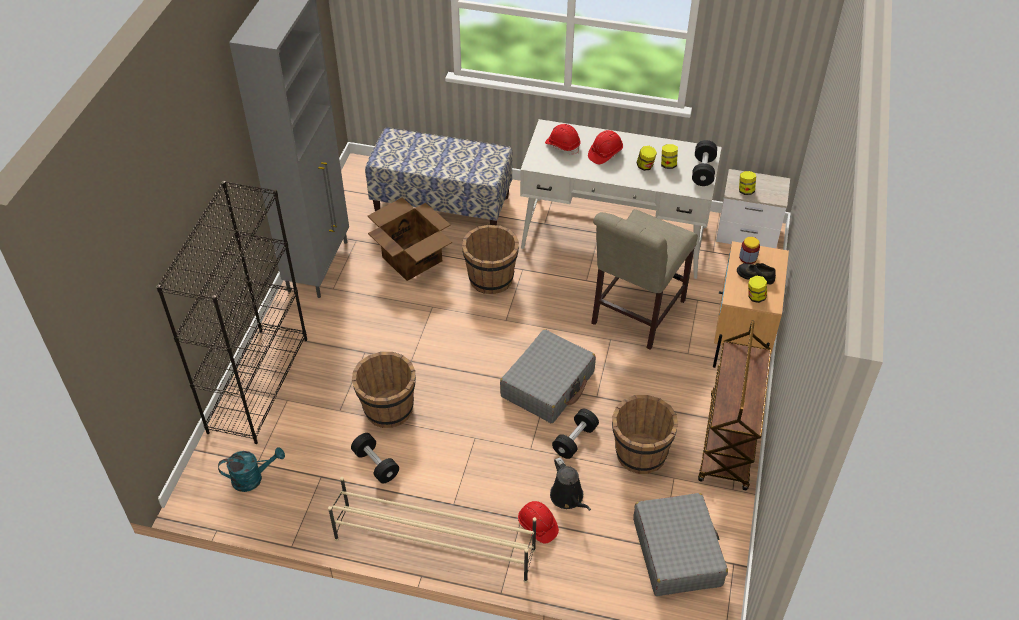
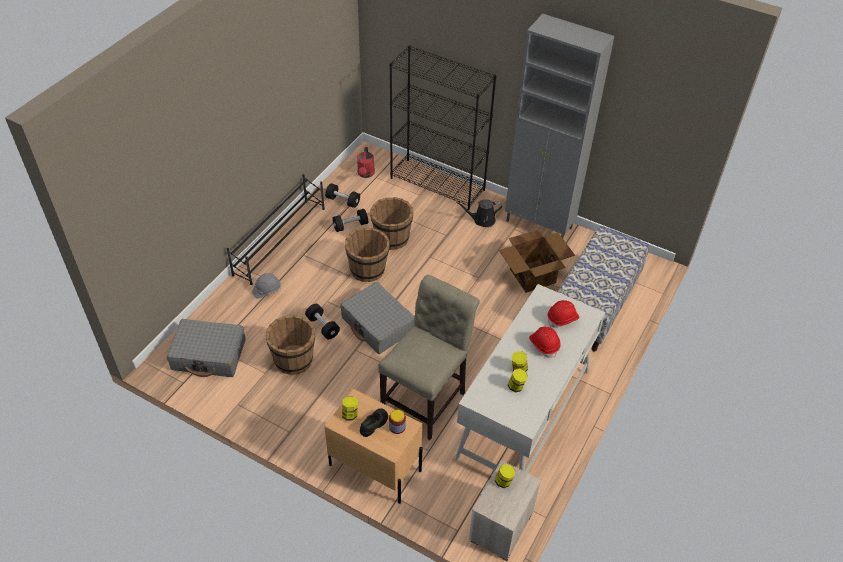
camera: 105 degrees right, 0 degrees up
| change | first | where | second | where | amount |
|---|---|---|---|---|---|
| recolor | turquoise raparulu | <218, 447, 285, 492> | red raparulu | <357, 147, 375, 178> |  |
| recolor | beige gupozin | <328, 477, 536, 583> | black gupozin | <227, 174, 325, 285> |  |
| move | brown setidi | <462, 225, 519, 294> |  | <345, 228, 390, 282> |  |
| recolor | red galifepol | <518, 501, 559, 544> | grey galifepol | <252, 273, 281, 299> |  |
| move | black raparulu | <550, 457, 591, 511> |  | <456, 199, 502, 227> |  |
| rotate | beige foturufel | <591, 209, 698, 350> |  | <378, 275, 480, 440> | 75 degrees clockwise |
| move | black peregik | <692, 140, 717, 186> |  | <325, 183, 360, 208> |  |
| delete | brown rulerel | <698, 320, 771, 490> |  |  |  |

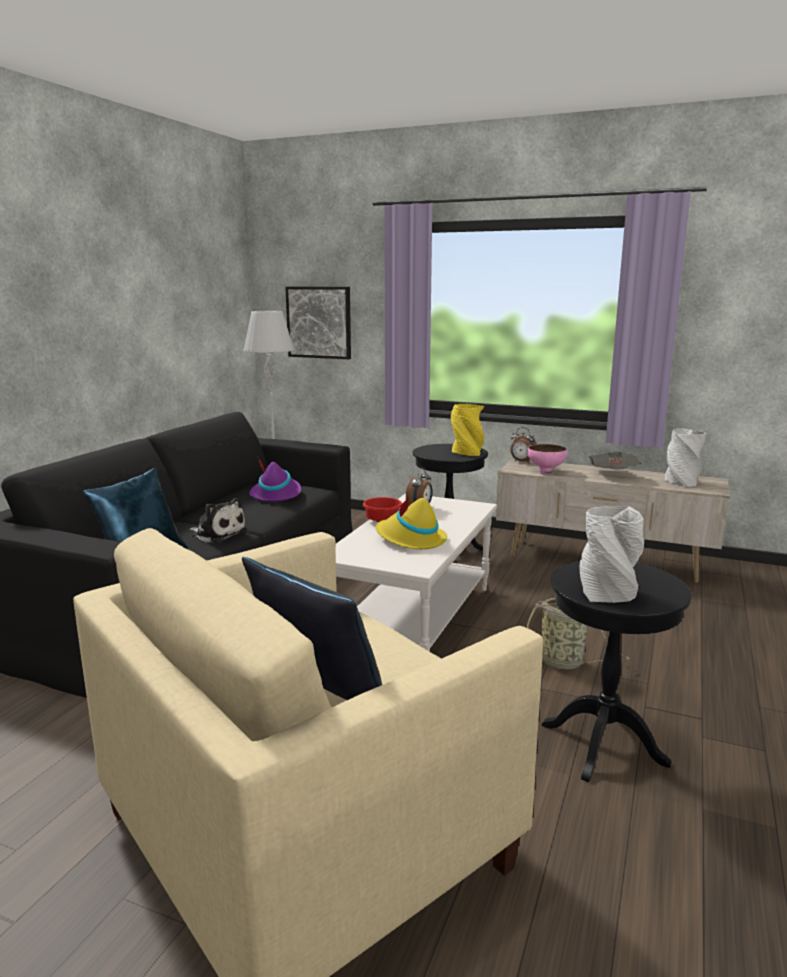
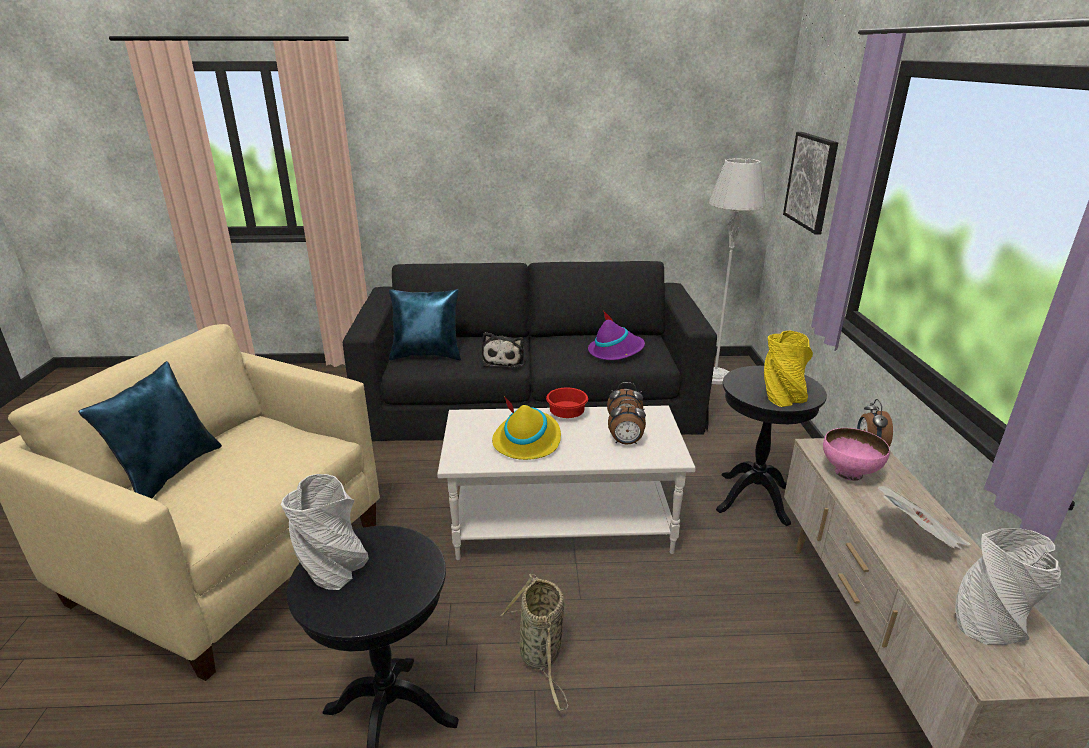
camera: 65 degrees right, 10 degrees up
| change | first | where | second | where | amount |
|---|---|---|---|---|---|
| insert |  |  | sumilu | <608, 399, 646, 444> |  |

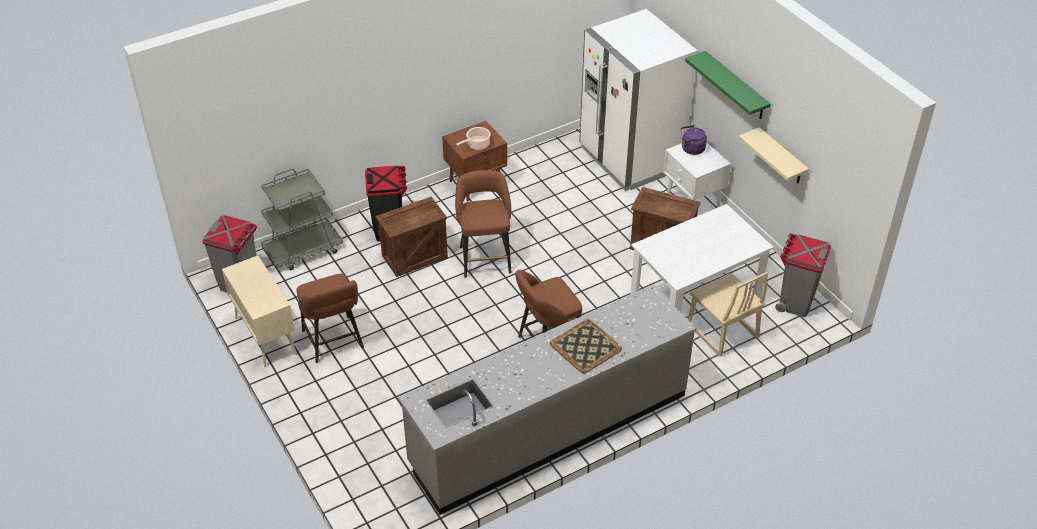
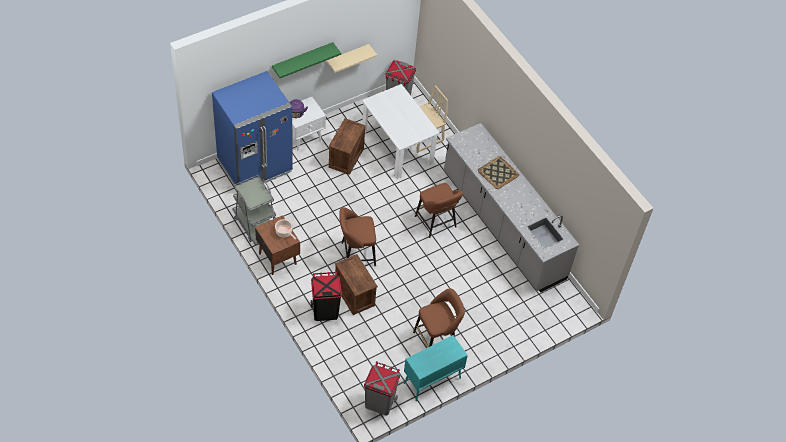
camera: 95 degrees left, 10 degrees up
| change | first | where | second | where | amount |
|---|---|---|---|---|---|
| recolor | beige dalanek | <222, 256, 297, 367> | turquoise dalanek | <404, 335, 468, 401> |  |
| move | grey rulerel | <261, 169, 343, 270> |  | <232, 175, 276, 245> |  |
| recolor | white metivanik | <580, 9, 697, 191> | blue metivanik | <212, 71, 293, 186> |  |

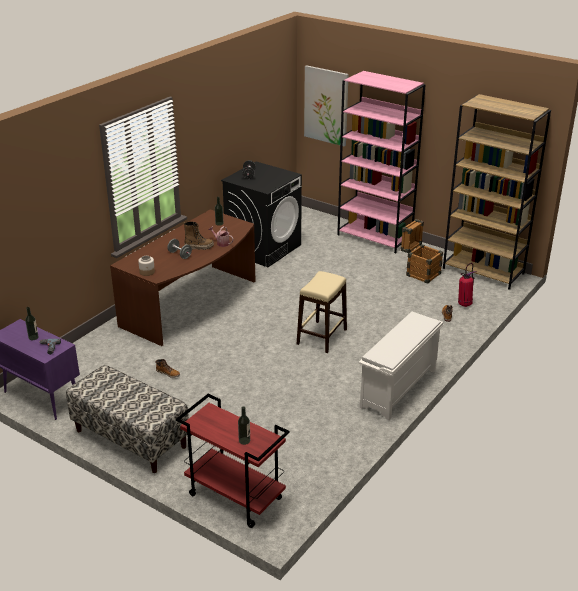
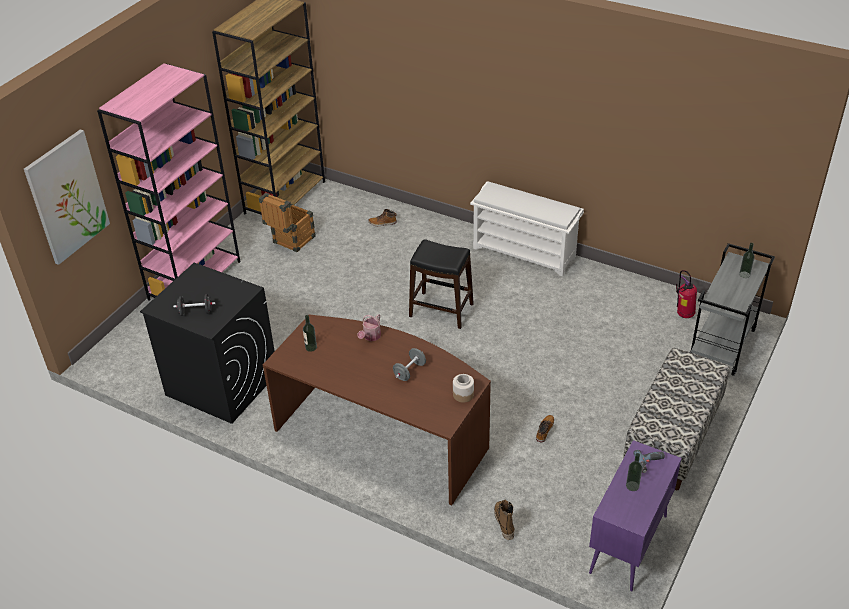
camera: 95 degrees left, 10 degrees up
| change | first | where | second | where | amount |
|---|---|---|---|---|---|
| recolor | red rulerel | <176, 394, 289, 528> | grey rulerel | <691, 243, 775, 376> |  |
| move | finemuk | <184, 221, 214, 250> |  | <494, 500, 515, 540> |  |
| recolor | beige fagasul | <297, 271, 347, 353> | black fagasul | <409, 239, 474, 329> |  |
| move | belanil | <458, 263, 476, 307> |  | <676, 270, 697, 318> |  |

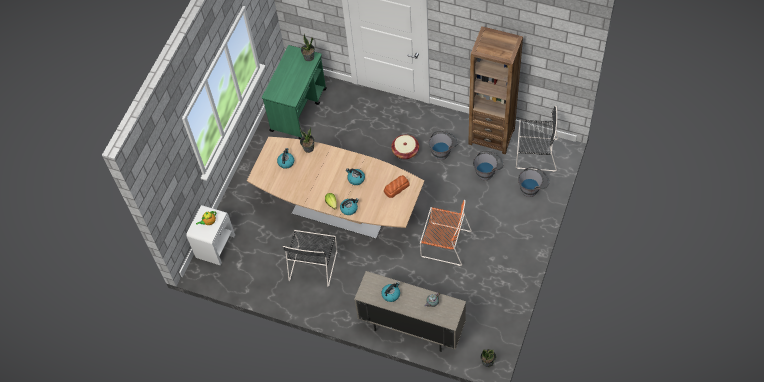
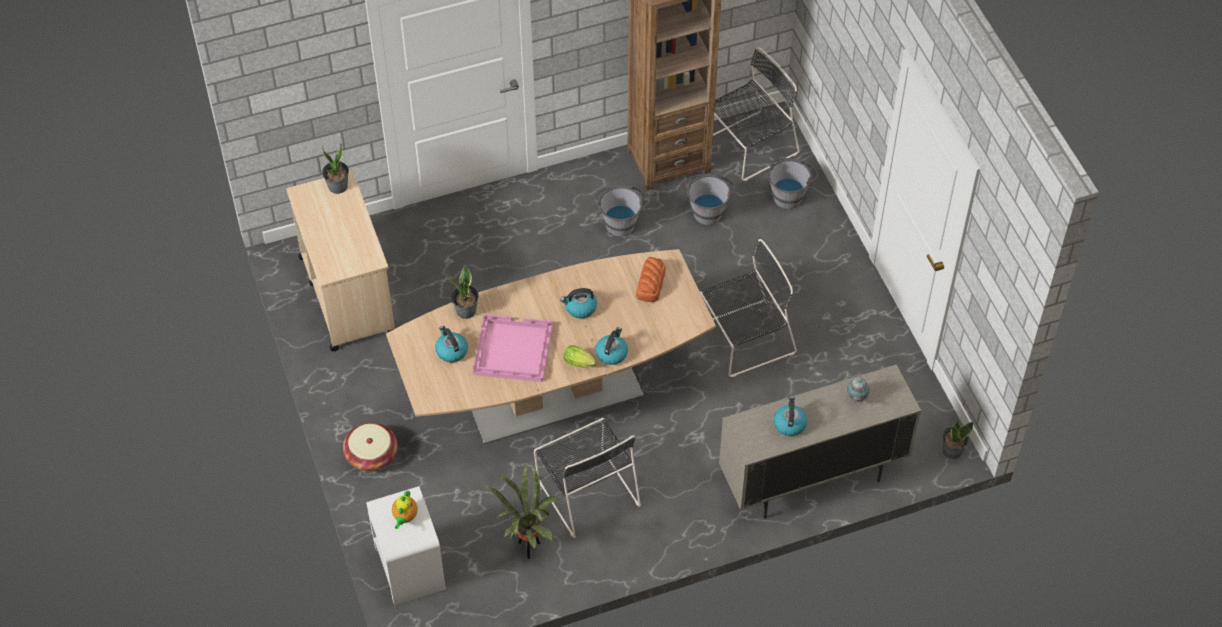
camera: 45 degrees left, 5 degrees down
| change | first | where | second | where | amount |
|---|---|---|---|---|---|
| recolor | green rulerel | <262, 45, 326, 139> | beige rulerel | <286, 171, 396, 352> |  |
| move | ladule | <391, 135, 419, 159> |  | <343, 422, 398, 471> |  |
| recolor | orange foturufel | <420, 200, 472, 266> | black foturufel | <700, 239, 797, 377> |  |
| insert |  |  | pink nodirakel | <473, 314, 553, 382> |  |
| insert |  |  | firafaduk | <481, 464, 561, 559> |  |

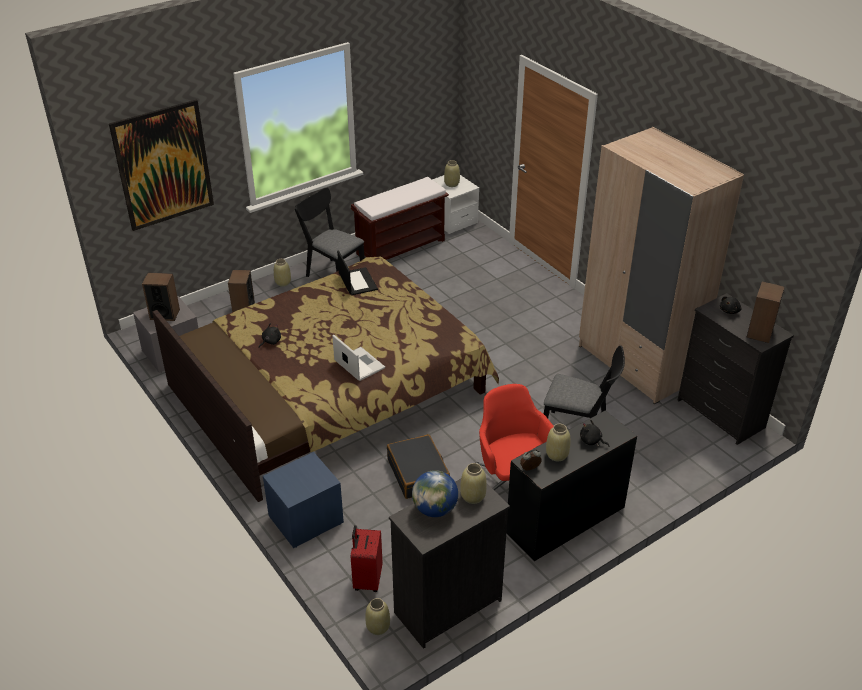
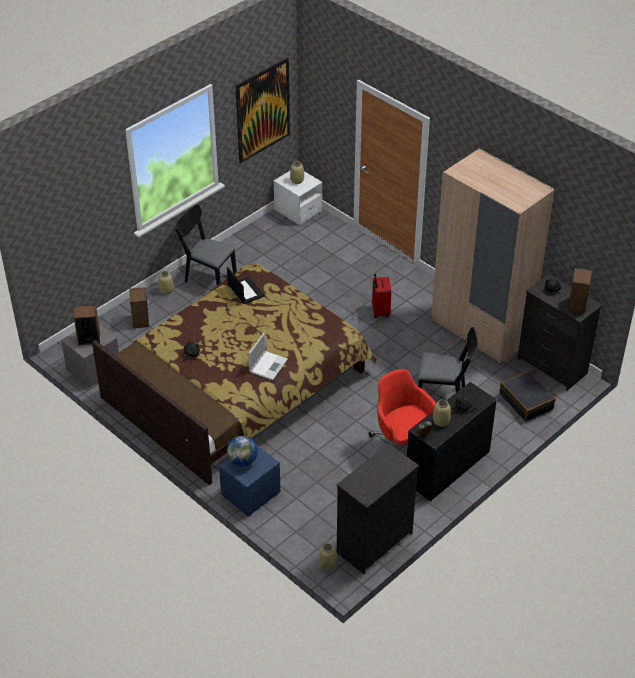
camera: 10 degrees left, 5 degrees up
| change | first | where | second | where | amount |
|---|---|---|---|---|---|
| move | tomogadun | <109, 100, 214, 231> |  | <235, 58, 290, 163> |  |
| rotate | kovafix | <332, 335, 385, 381> |  | <248, 333, 288, 380> | 75 degrees clockwise |
| delete | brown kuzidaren | <351, 177, 449, 260> |  |  |  |
| move | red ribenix | <351, 525, 382, 592> |  | <372, 274, 391, 318> |  |
| move | black ribenix | <387, 434, 450, 499> |  | <499, 371, 556, 421> |  |
| move | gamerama | <412, 470, 458, 517> |  | <227, 436, 258, 467> |  |
| delete | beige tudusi | <460, 463, 487, 504> |  |  |  |

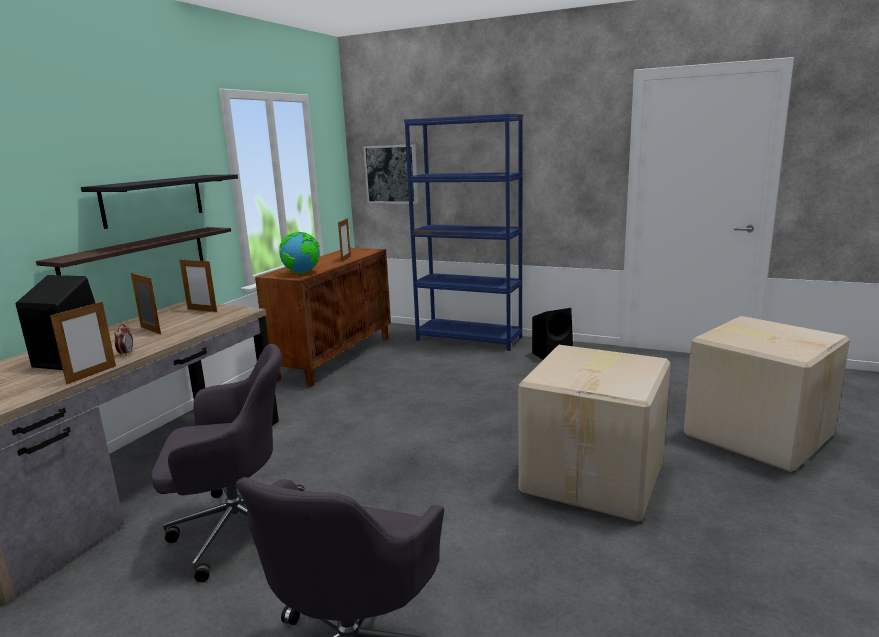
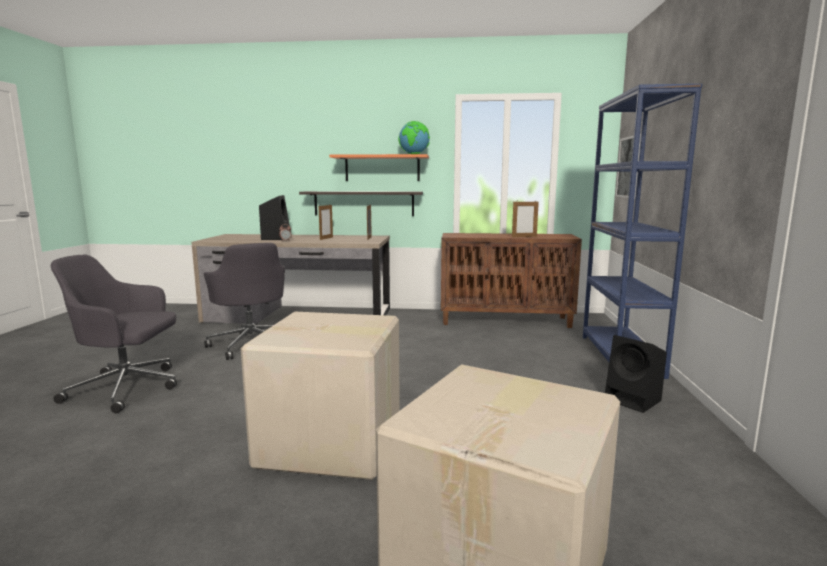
camera: 70 degrees right, 5 degrees down
| change | first | where | second | where | amount |
|---|---|---|---|---|---|
| delete | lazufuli | <50, 301, 116, 384> |  |  |  |
| recolor | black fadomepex | <81, 174, 238, 229> | orange fadomepex | <329, 154, 429, 181> |  |
| move | gamerama | <279, 232, 320, 274> |  | <398, 121, 430, 154> |  |

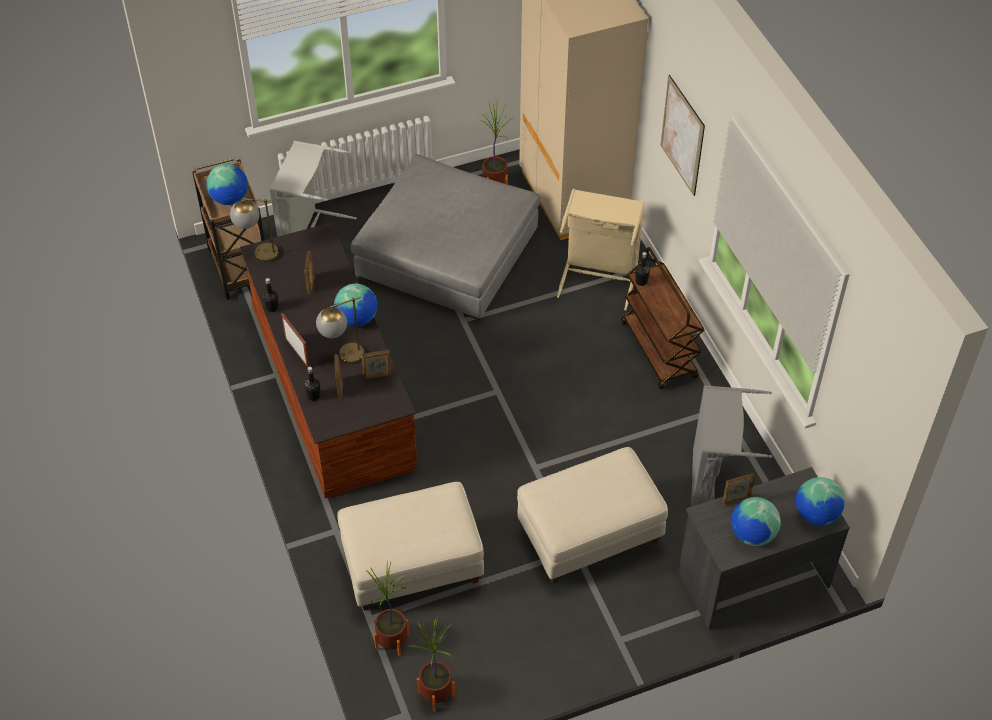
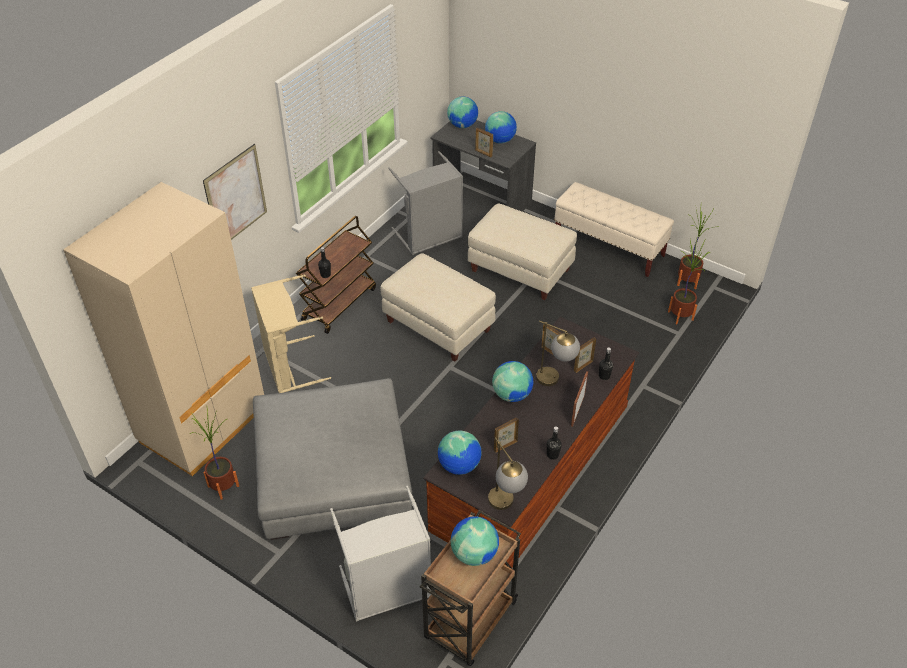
camera: 125 degrees left, 5 degrees down
| change | first | where | second | where | amount |
|---|---|---|---|---|---|
| move | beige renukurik | <337, 482, 484, 611> |  | <380, 253, 496, 361> |  |
| insert |  |  | gamerama | <438, 431, 482, 475> |  |
| insert |  |  | beige kuzidaren | <554, 182, 674, 277> |  |

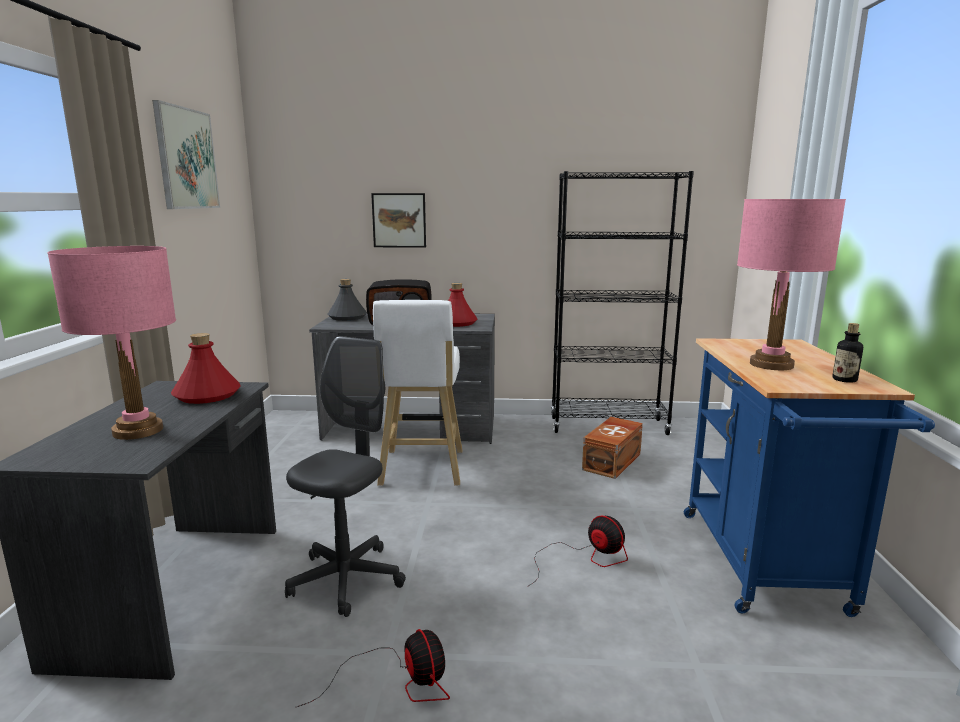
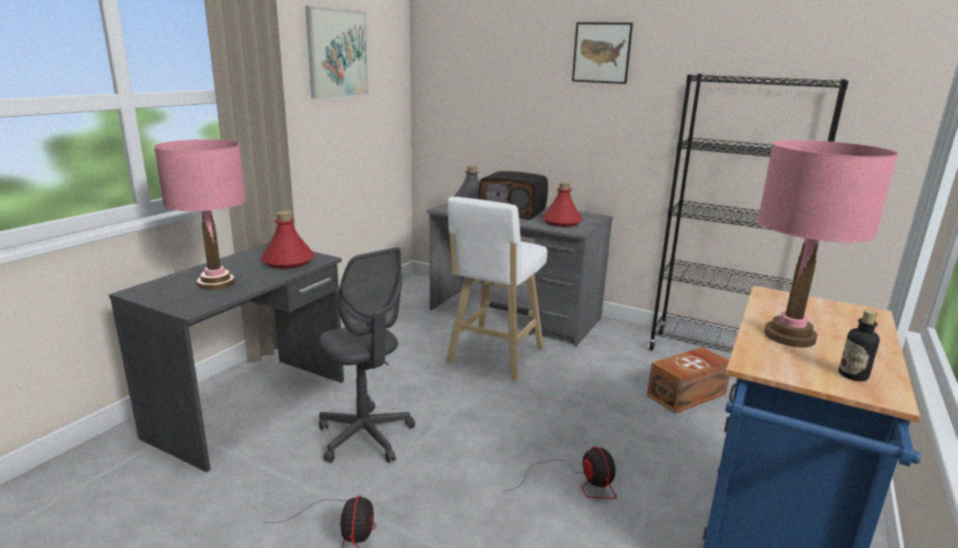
camera: 25 degrees right, 5 degrees up
| change | first | where | second | where | amount |
|---|---|---|---|---|---|
| rotate | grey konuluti | <285, 336, 406, 617> |  | <318, 247, 415, 463> | 90 degrees clockwise |
| move | tomogadun | <371, 193, 426, 248> |  | <572, 22, 633, 84> |  |

